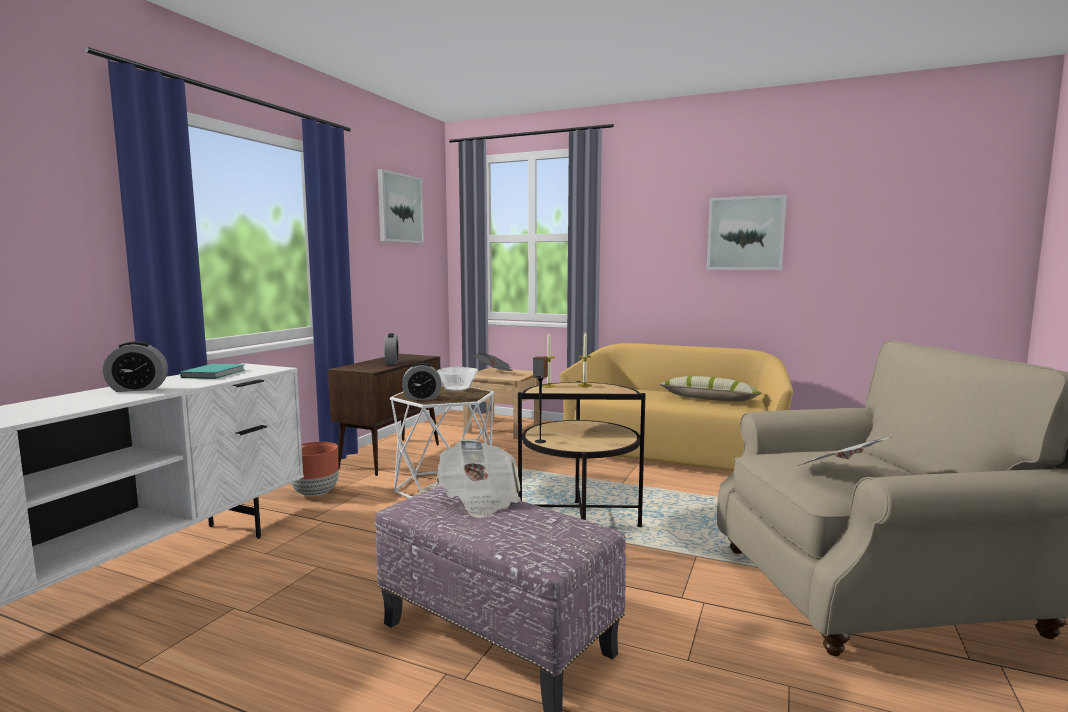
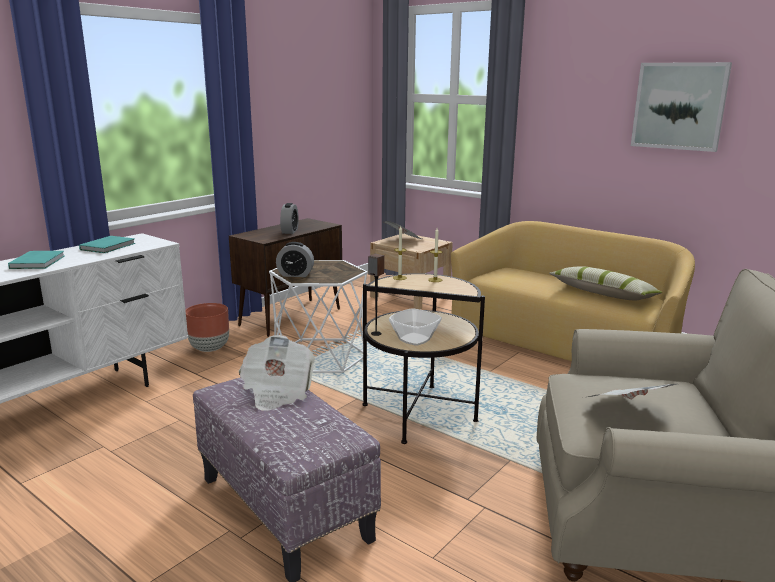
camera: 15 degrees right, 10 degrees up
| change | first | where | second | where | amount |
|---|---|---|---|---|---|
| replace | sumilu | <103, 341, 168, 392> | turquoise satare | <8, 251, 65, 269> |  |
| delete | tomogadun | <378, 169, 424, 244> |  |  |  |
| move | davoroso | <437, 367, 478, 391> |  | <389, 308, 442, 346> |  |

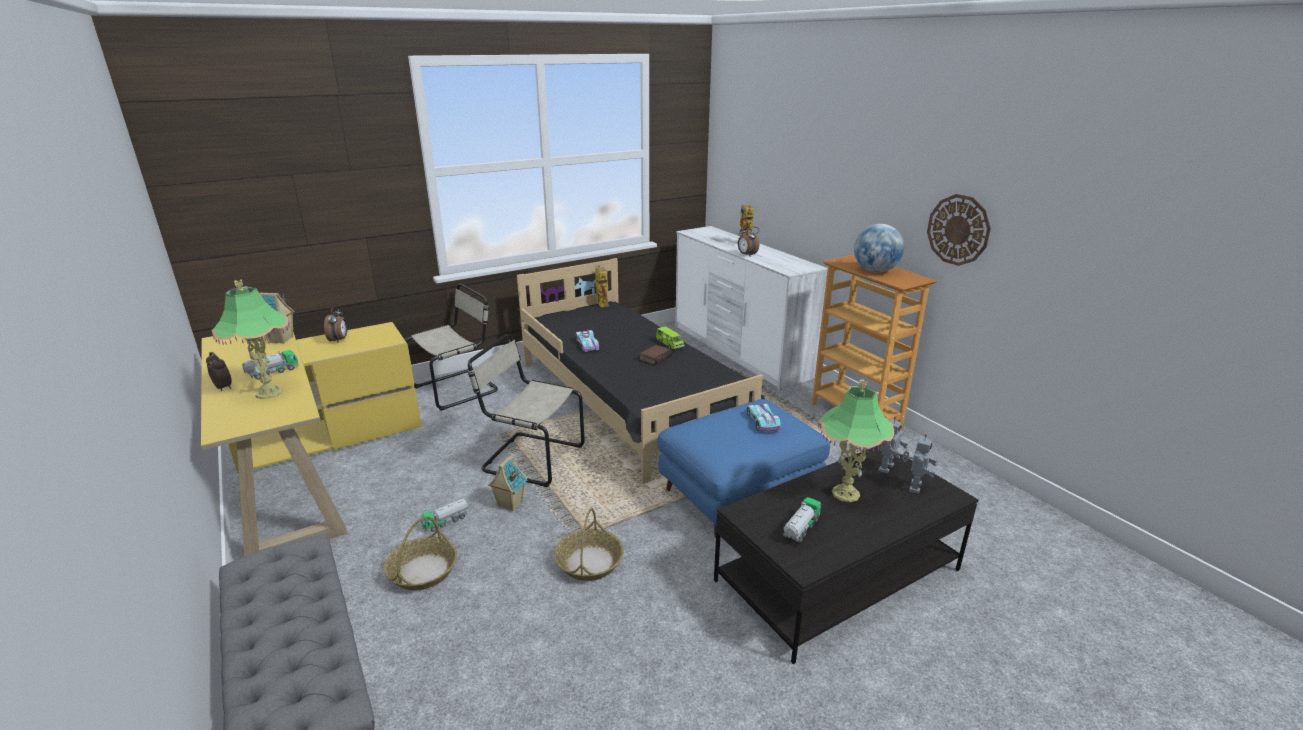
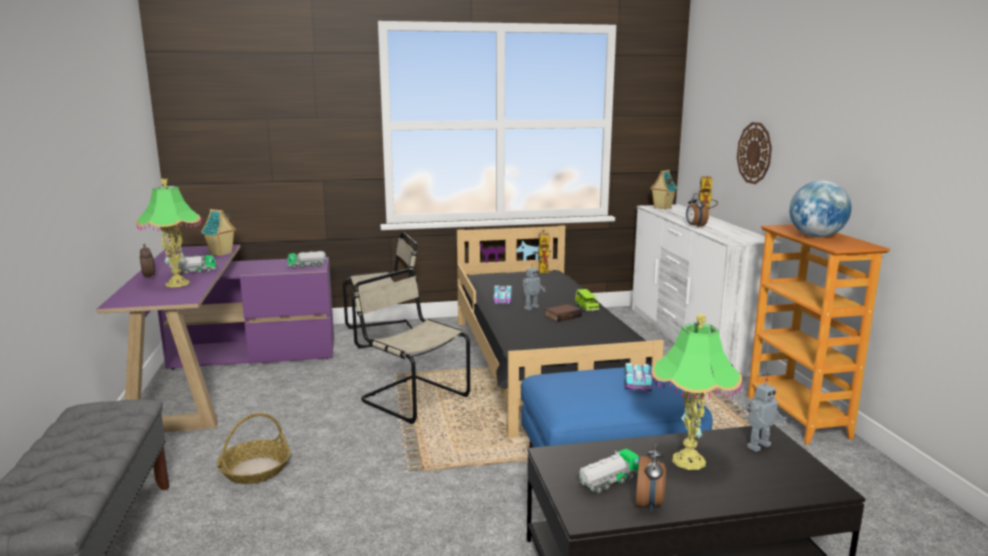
camera: 20 degrees right, 10 degrees down
| change | first | where | second | where | amount |
|---|---|---|---|---|---|
| recolor | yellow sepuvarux | <201, 322, 422, 557> | purple sepuvarux | <96, 244, 334, 432> |  |
| move | sumilu | <324, 306, 348, 342> |  | <636, 443, 666, 512> |  |
| move | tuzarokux | <421, 498, 469, 532> |  | <287, 251, 326, 269> |  |
| move | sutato | <488, 455, 527, 511> |  | <650, 170, 678, 210> |  |
| delete | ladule | <554, 508, 624, 581> |  |  |  |
| move | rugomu | <902, 434, 937, 494> |  | <523, 264, 546, 310> |  |
| move | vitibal | <927, 194, 991, 266> |  | <737, 122, 772, 184> |  |

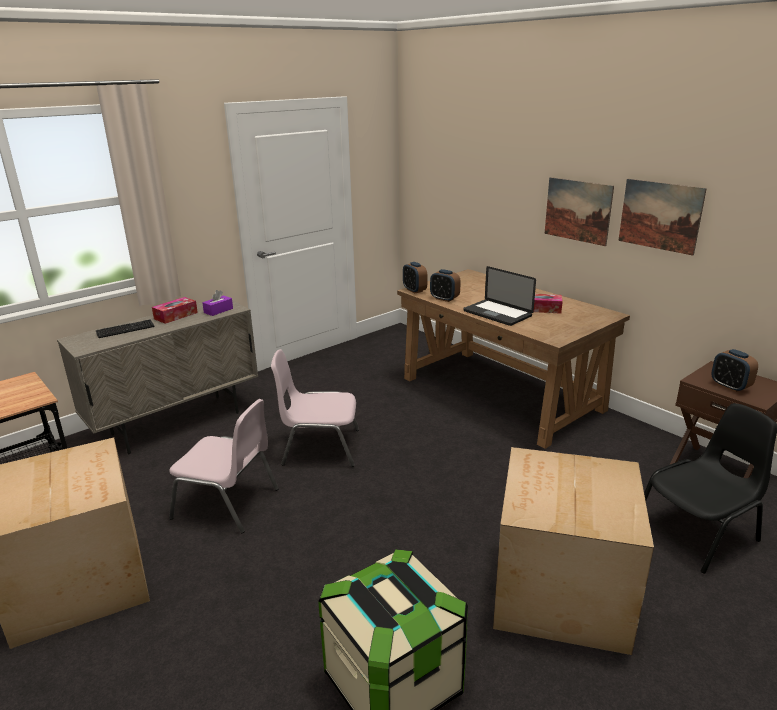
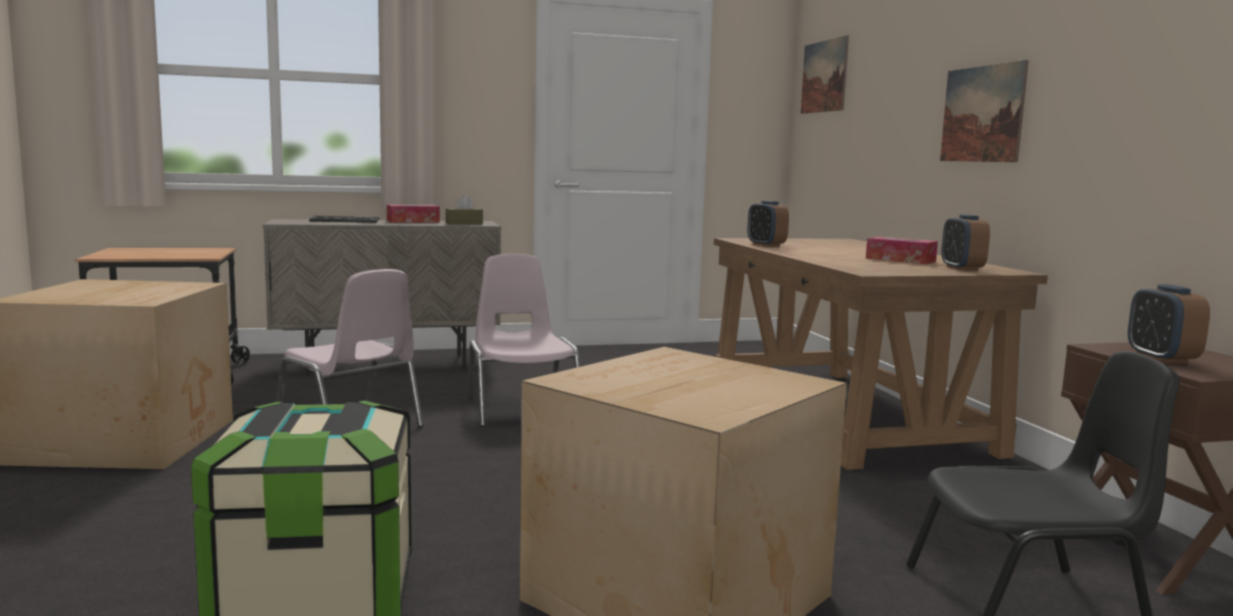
camera: 25 degrees right, 15 degrees down
| change | first | where | second | where | amount |
|---|---|---|---|---|---|
| recolor | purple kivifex | <202, 290, 233, 316> | brown kivifex | <445, 195, 483, 225> |  |
| rotate | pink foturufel | <271, 349, 359, 467> |  | <468, 254, 580, 427> | 45 degrees clockwise |
| move | sumilu | <403, 262, 427, 293> |  | <941, 214, 990, 271> |  |
| delete | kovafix | <463, 266, 536, 326> |  |  |  |
| move | tomogadun | <618, 179, 707, 256> |  | <801, 35, 849, 114> |  |

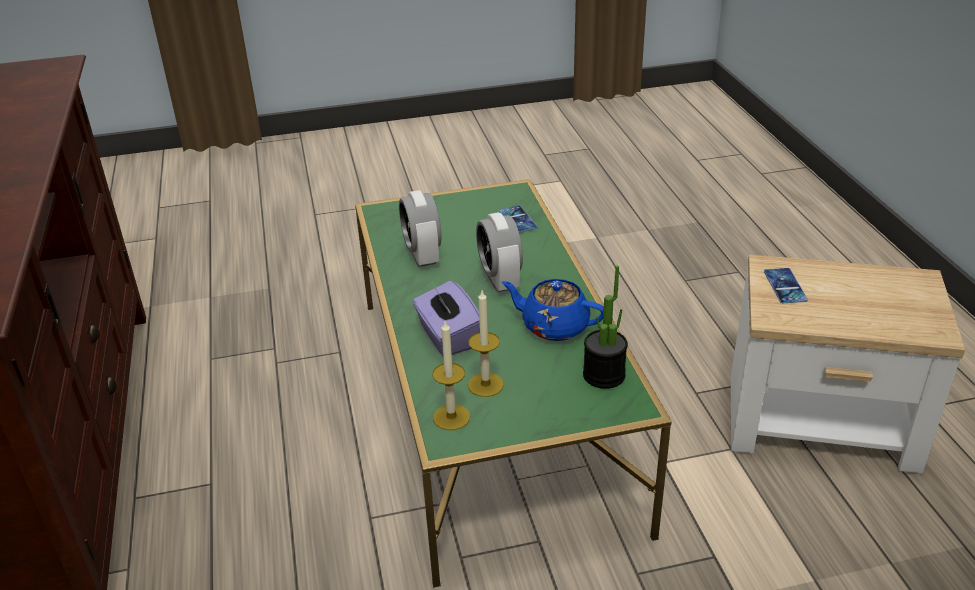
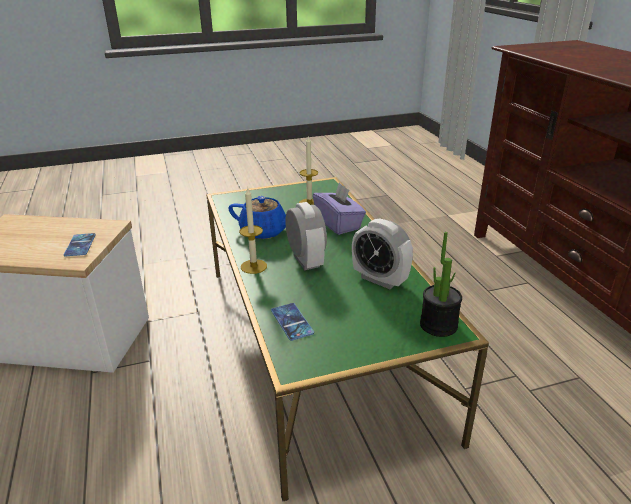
camera: 175 degrees right, 5 degrees down
| change | first | where | second | where | amount |
|---|---|---|---|---|---|
| rotate | sumilu | <399, 190, 442, 267> |  | <352, 219, 413, 289> | 150 degrees clockwise |
| move | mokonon | <432, 321, 470, 430> |  | <239, 187, 267, 274> |  |
| move | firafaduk | <583, 266, 628, 389> |  | <420, 232, 462, 337> |  |

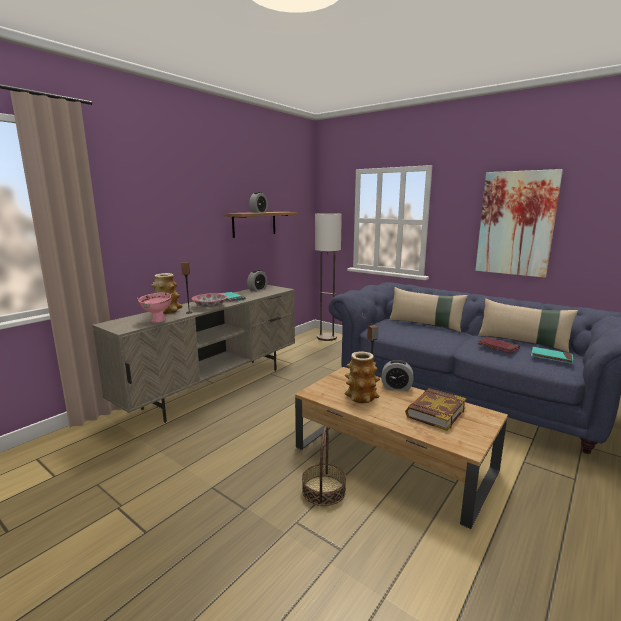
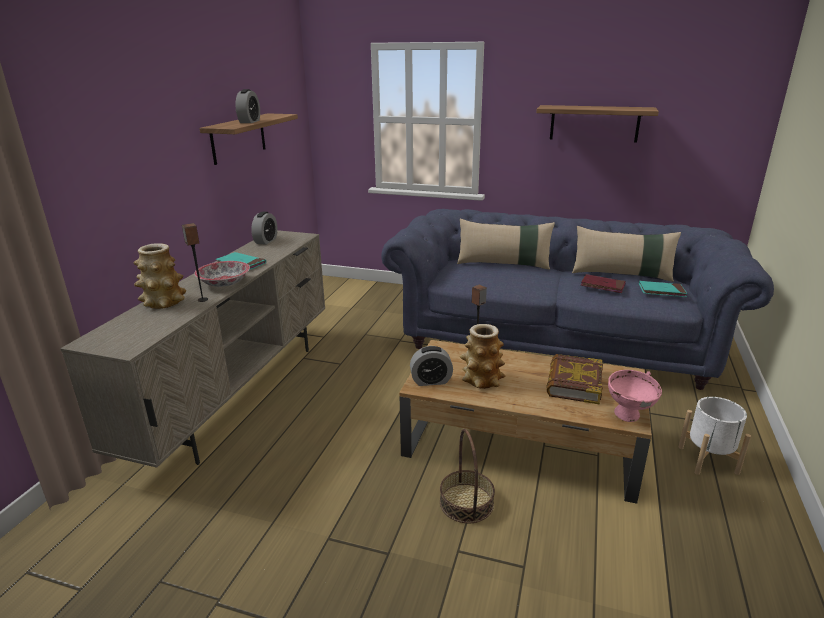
camera: 20 degrees left, 10 degrees up
| change | first | where | second | where | amount |
|---|---|---|---|---|---|
| move | pink davoroso | <137, 293, 172, 323> |  | <608, 370, 662, 422> |  |
| delete | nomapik | <315, 213, 342, 341> |  |  |  |
| move | sumilu | <381, 360, 413, 391> |  | <410, 346, 453, 386> |  |
| replace | tomogadun | <475, 169, 563, 278> | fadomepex | <536, 105, 659, 142> |  |
| insert |  |  | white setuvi | <679, 397, 751, 475> |  |

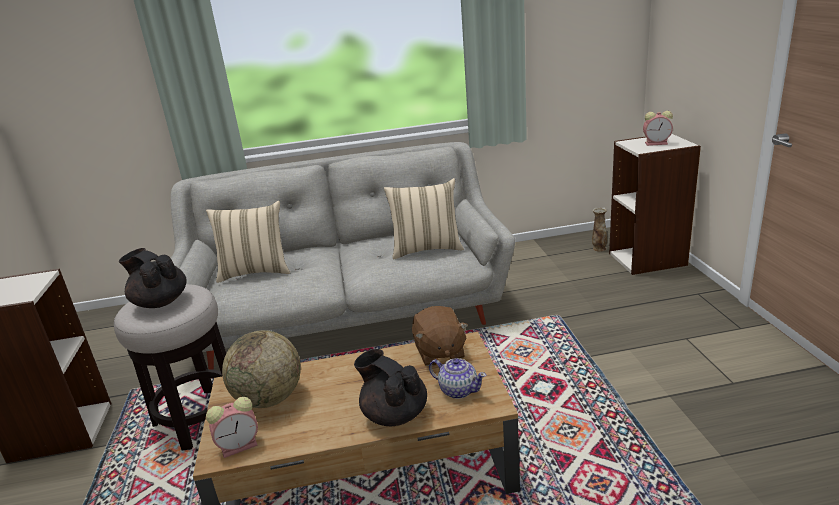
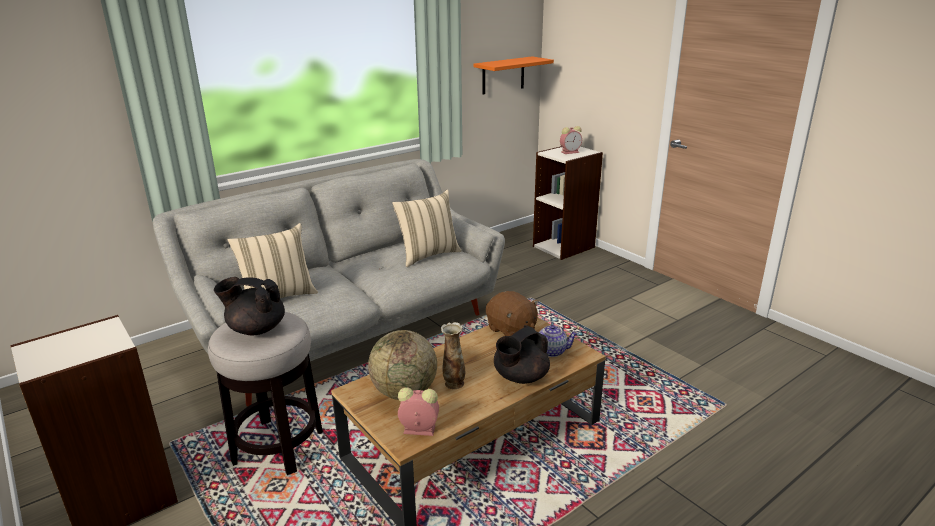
camera: 30 degrees left, 0 degrees up
| change | first | where | second | where | amount |
|---|---|---|---|---|---|
| rotate | sumilu | <206, 397, 258, 458> |  | <398, 387, 439, 436> | 120 degrees counterclockwise |
| rotate | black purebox | <354, 349, 427, 426> |  | <494, 325, 550, 384> | 60 degrees counterclockwise |
| move | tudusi | <592, 207, 607, 252> |  | <441, 322, 465, 389> |  |
| insert |  |  | orange fadomepex | <473, 56, 554, 95> |  |

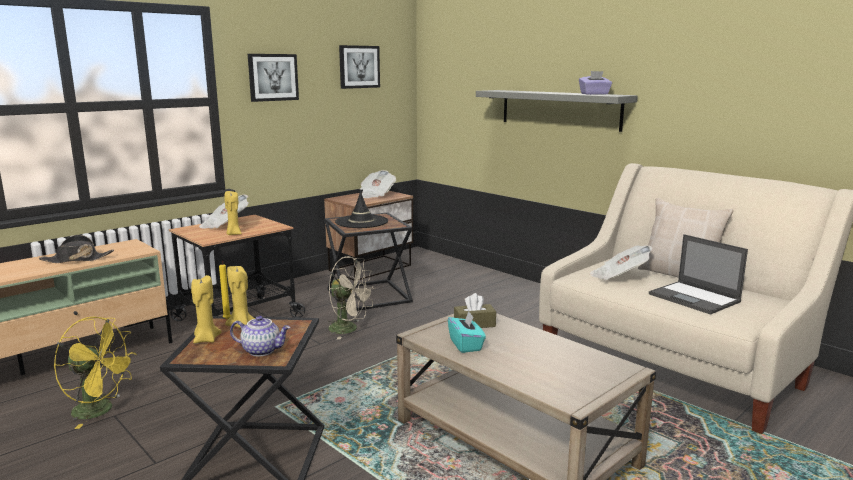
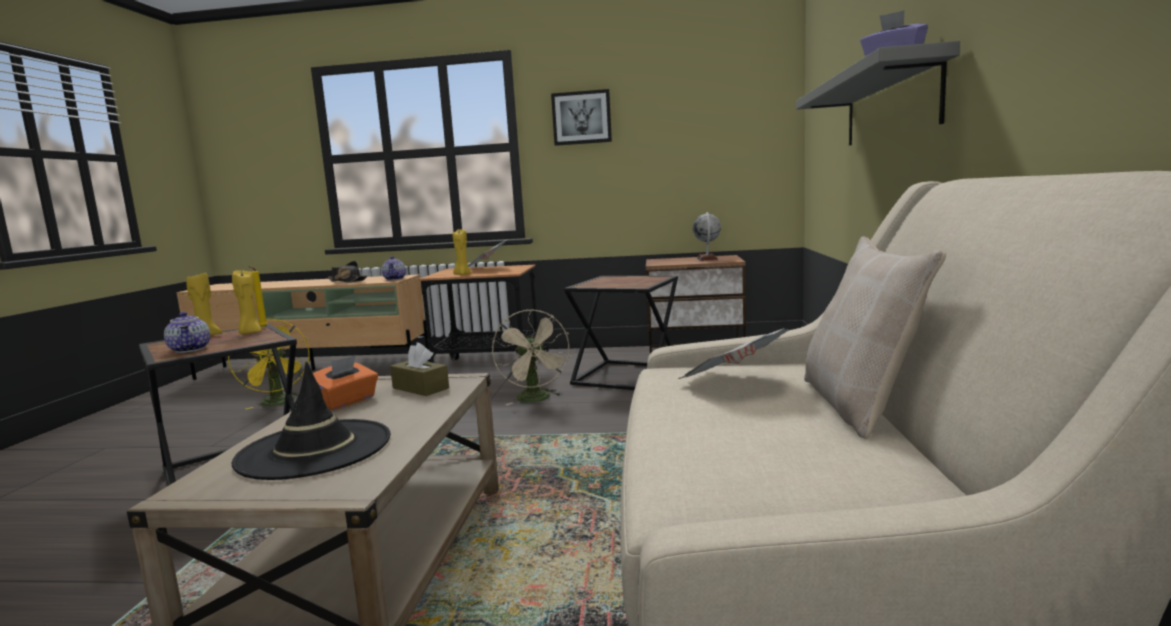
camera: 50 degrees right, 5 degrees down
| change | first | where | second | where | amount |
|---|---|---|---|---|---|
| move | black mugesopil | <335, 190, 388, 228> |  | <231, 362, 391, 480> |  |
| delete | tomogadun | <339, 45, 380, 89> |  |  |  |
| replace | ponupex | <360, 170, 396, 198> | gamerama | <693, 212, 721, 261> |  |
| recolor | turquoise kivifex | <448, 311, 486, 353> | orange kivifex | <313, 355, 378, 410> |  |
| delete | kovafix | <649, 234, 748, 315> |  |  |  |
| insert |  |  | purebox | <381, 256, 406, 280> |  |

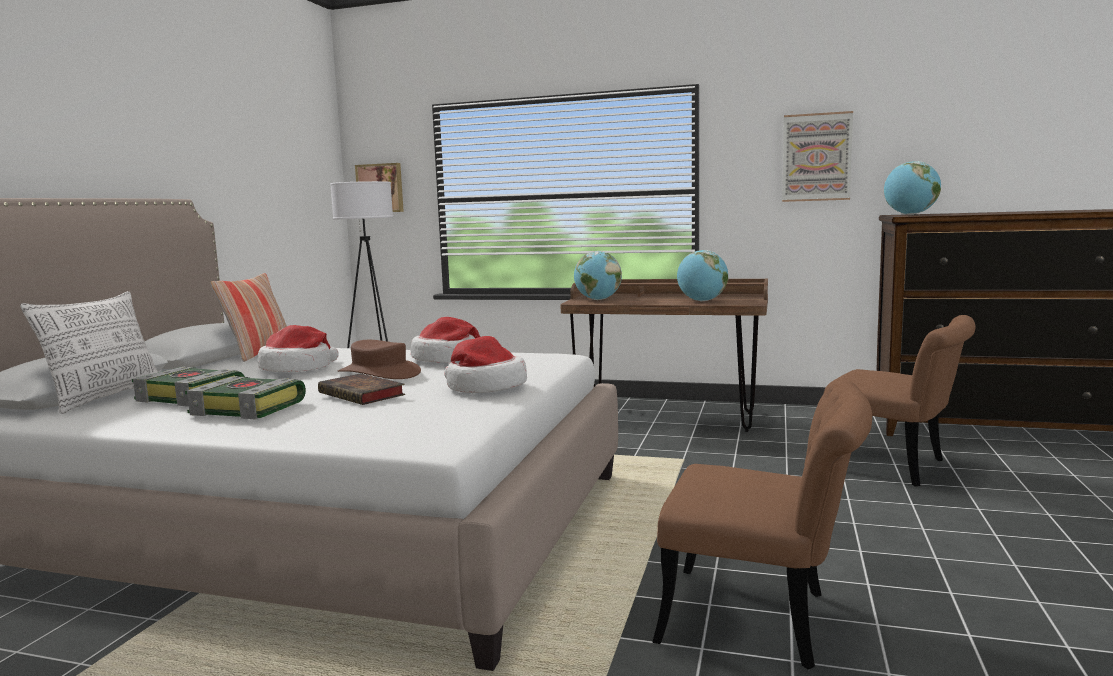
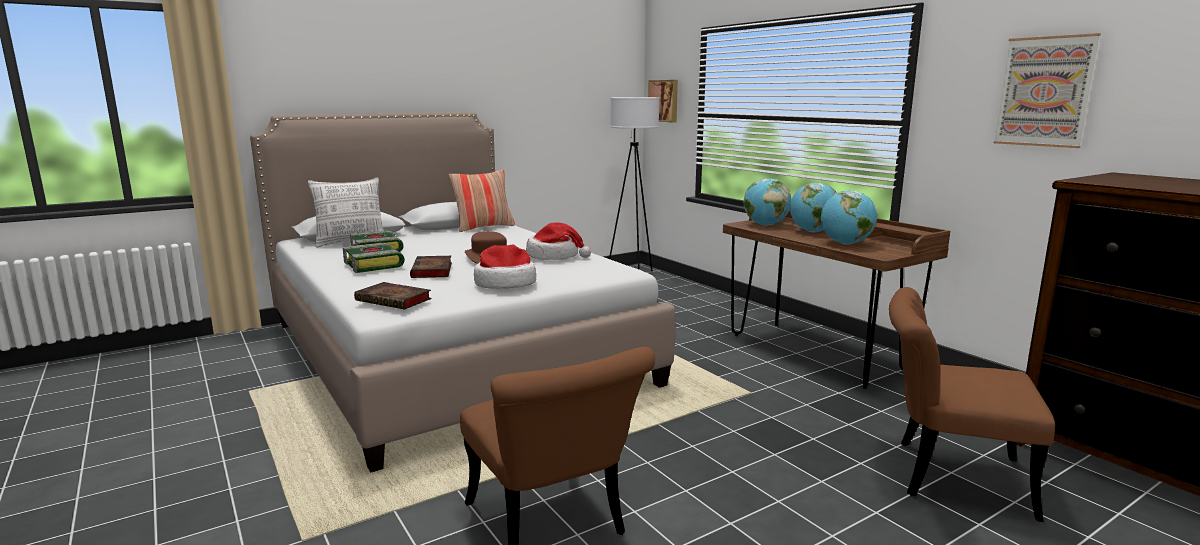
camera: 40 degrees right, 5 degrees up
| change | first | where | second | where | amount |
|---|---|---|---|---|---|
| delete | mugesopil | <258, 325, 339, 372> |  |  |  |
| rotate | brown foturufel | <824, 315, 976, 487> |  | <889, 287, 1055, 522> | 120 degrees clockwise |
| move | gamerama | <884, 161, 941, 215> |  | <790, 183, 837, 232> |  |
| insert |  |  | satare | <354, 282, 432, 309> |  |

